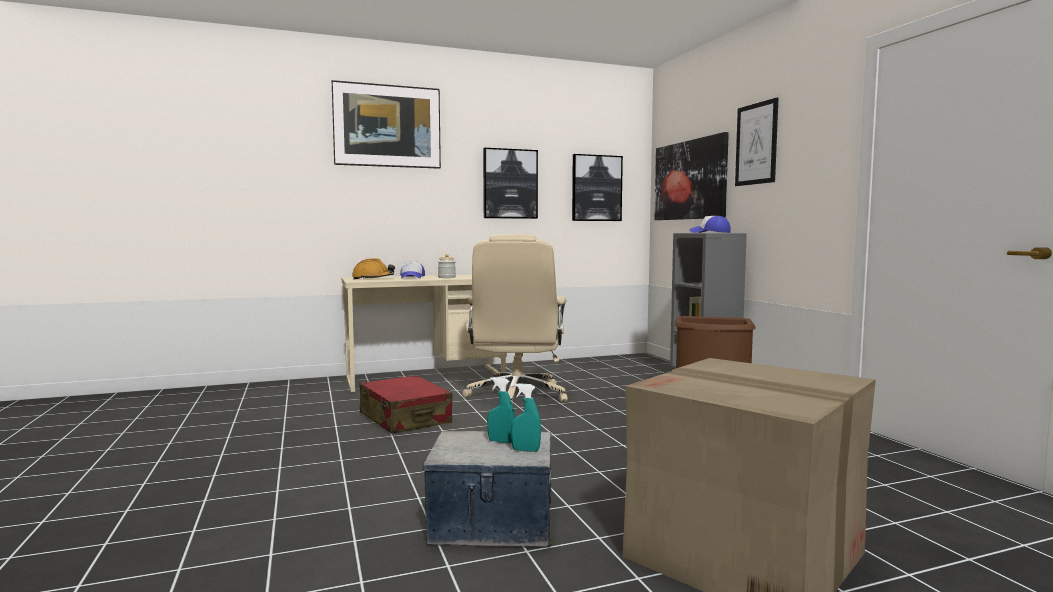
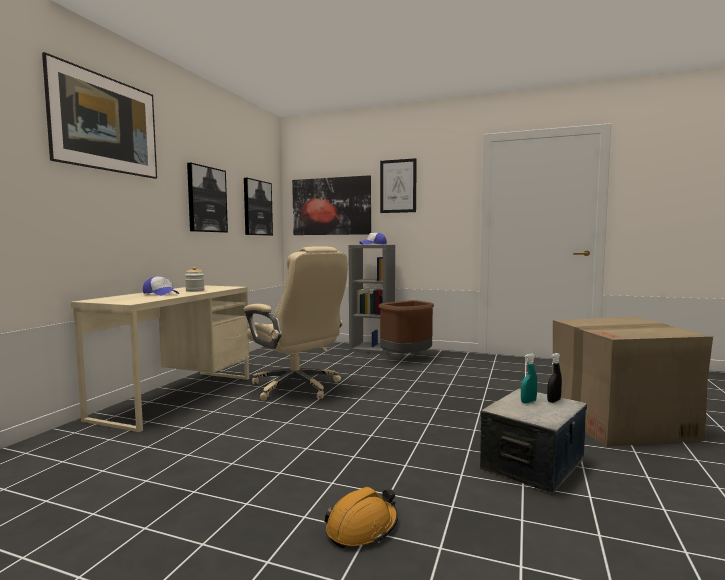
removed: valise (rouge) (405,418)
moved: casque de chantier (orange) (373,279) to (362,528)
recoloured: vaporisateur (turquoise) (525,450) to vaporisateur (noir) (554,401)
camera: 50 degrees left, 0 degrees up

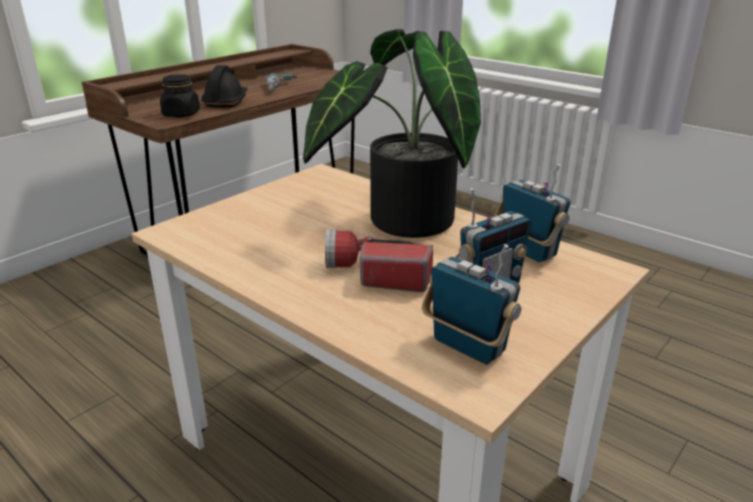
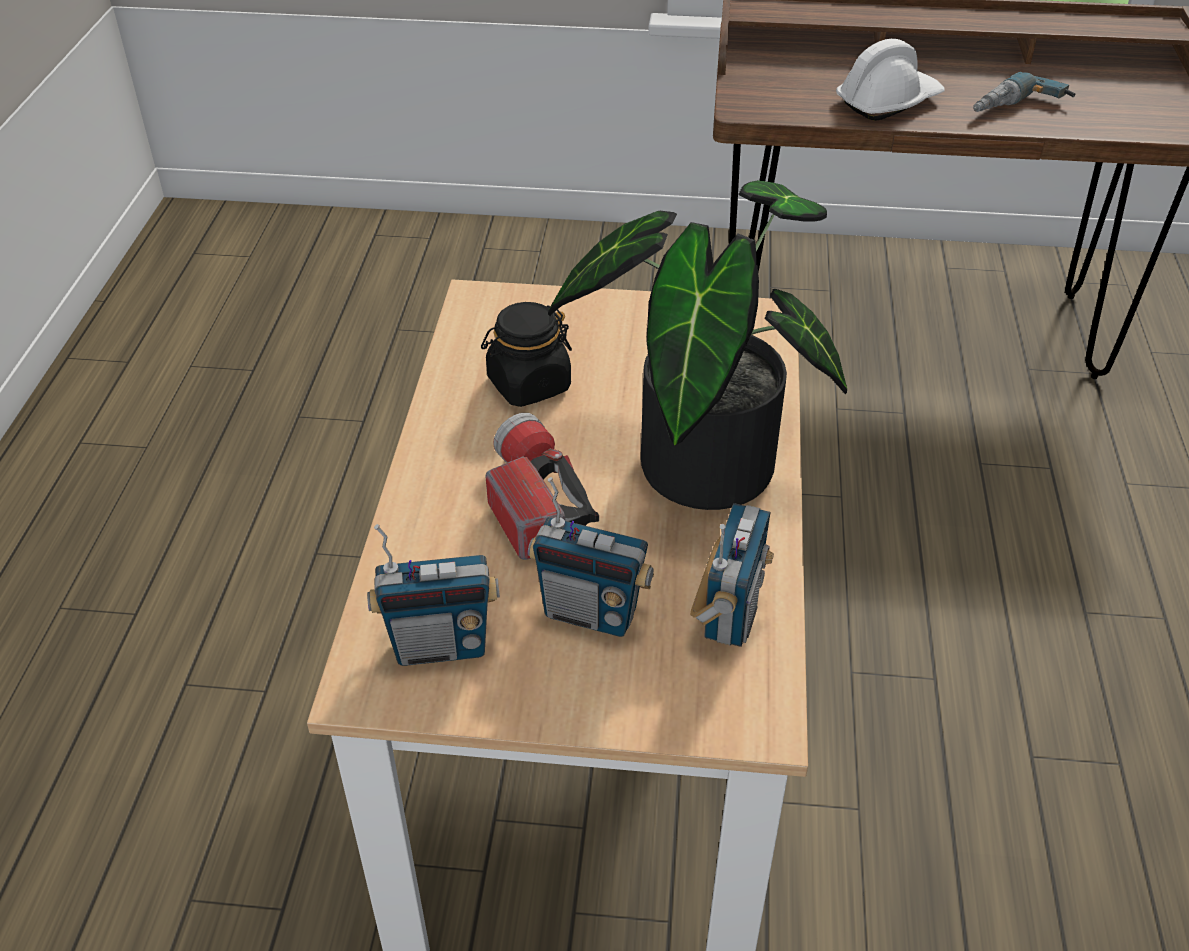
moved: bocal (noir) (181,114) to (528,385)
recoloured: casque de chantier (noir) (226,101) to casque de chantier (blanc) (888,102)
turned: radio (467,347) = (440,646) 75 degrees clockwise
camera: 55 degrees right, 15 degrees up

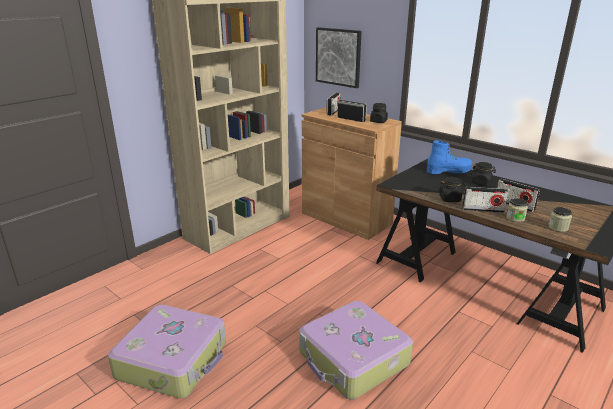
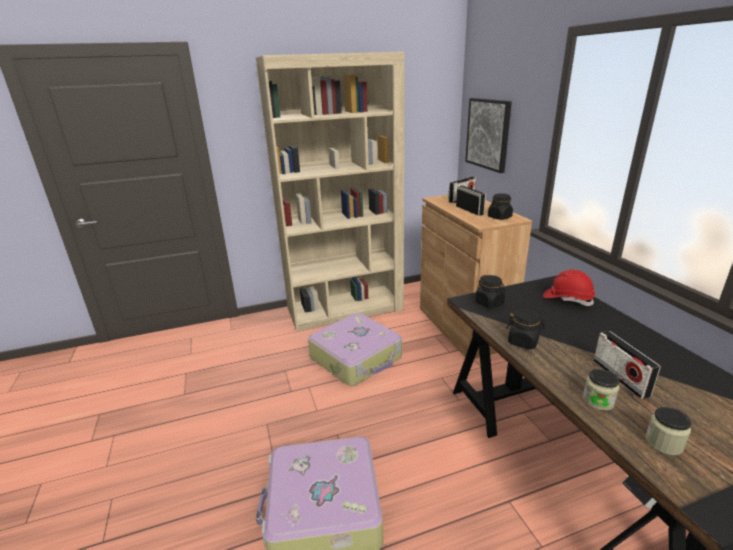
removed: radio (483,210)
moved: valise (174,360) to (357,358); bocal (noir) (481,183) to (489,303)
replaced: botte (bleu) (448,171) to casque de chantier (rouge) (567,299)
camera: 30 degrees right, 0 degrees up

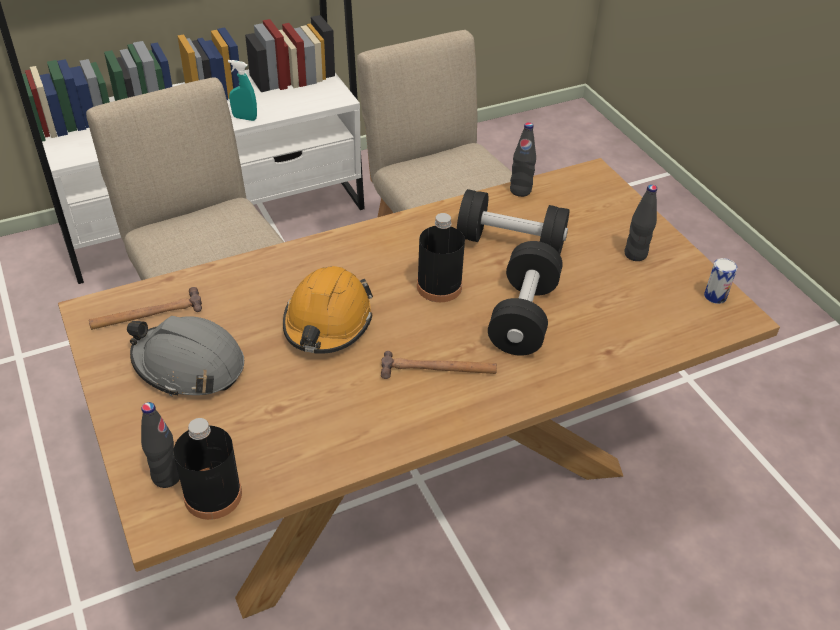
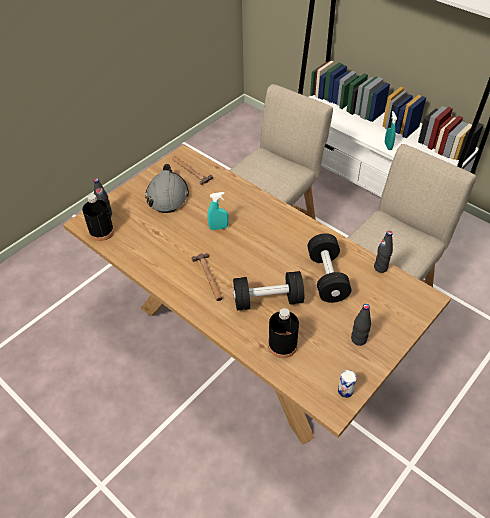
moved: bouteille (noir) (439,286) to (282,345)
replaced: casque de chantier (orange) (327,322) to vaporisateur (turquoise) (218,227)
camera: 70 degrees right, 5 degrees up

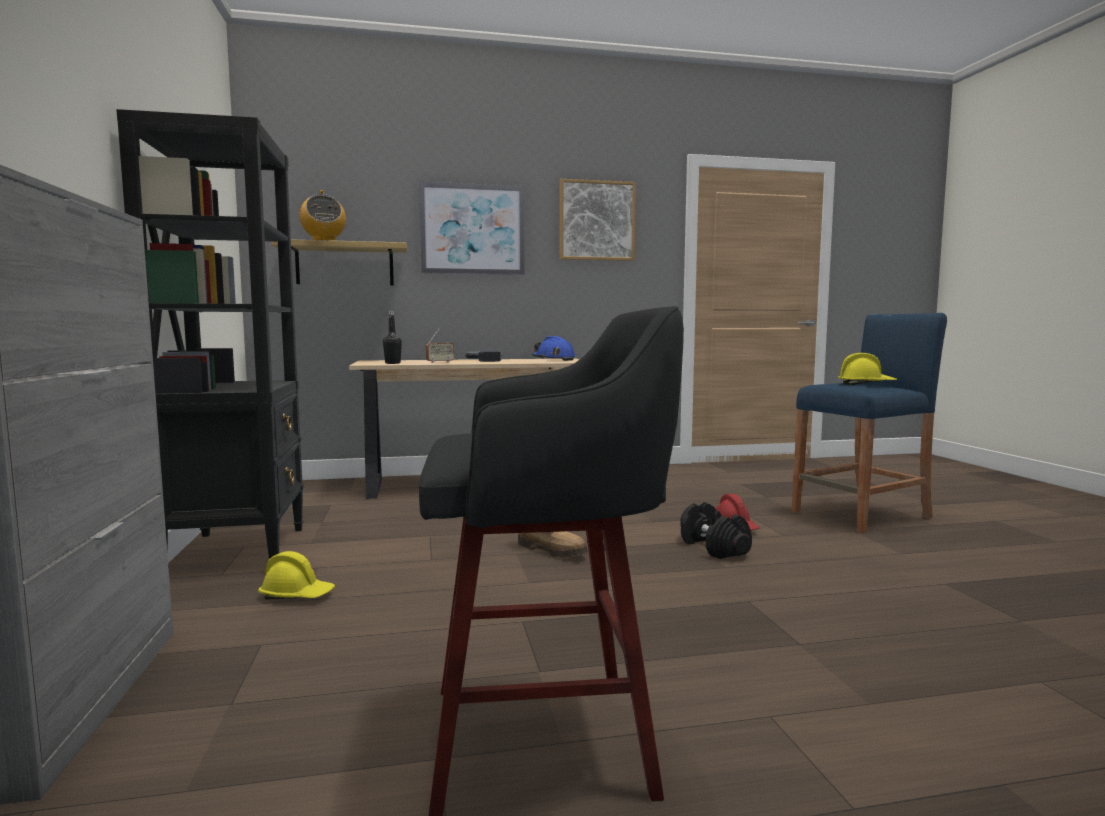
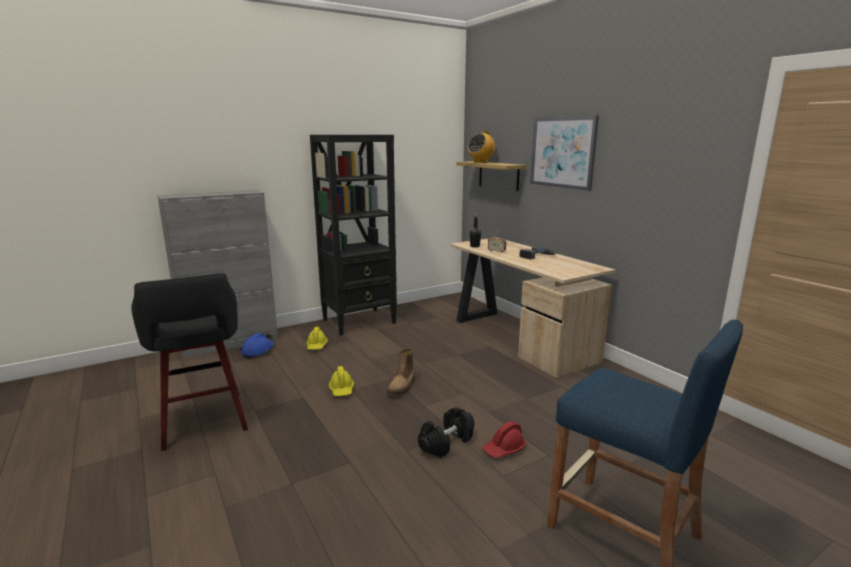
removed: tableau (596,221)
moved: casque de chantier (bleu) (553,359) to (258,351); casque de chantier (jaune) (866,384) to (342,390)
camera: 70 degrees right, 10 degrees up

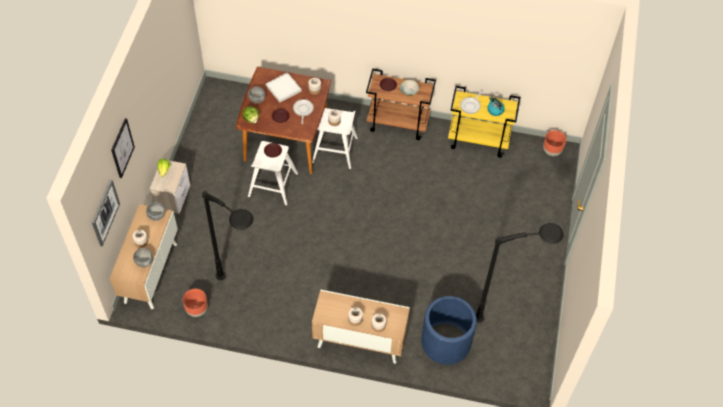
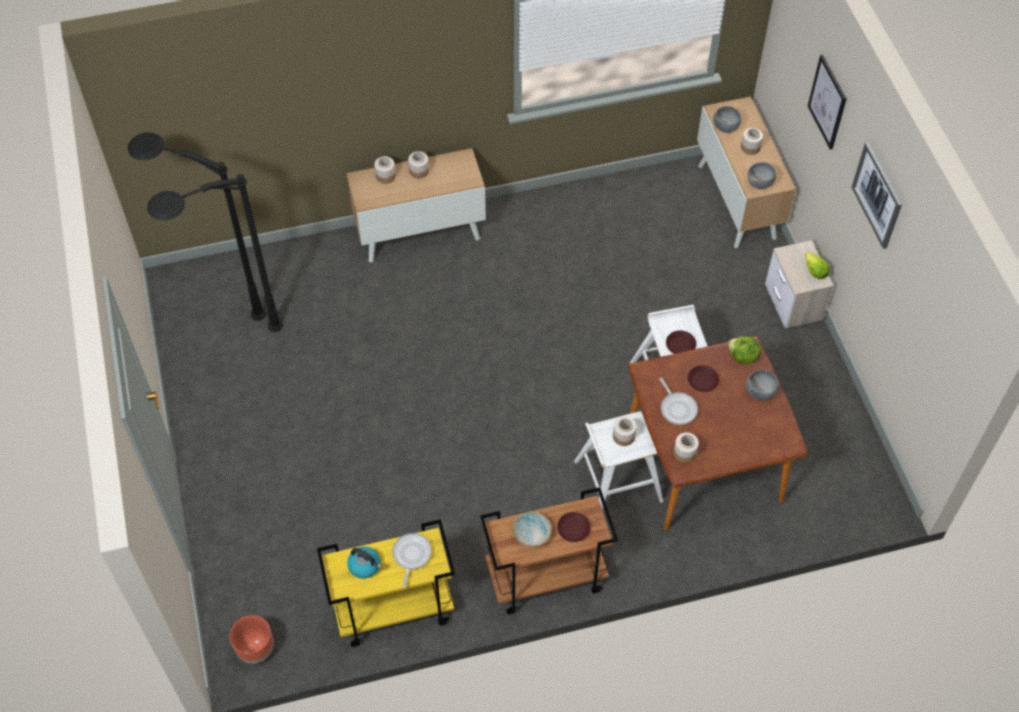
removed: cache-pot (marron) (196,310); plateau (blanc) (283,88); cache-pot (bleu) (445,342)
moved: tableau (105,212) to (877,195); lampadaire (noir) (243,295) to (212,304)
camera: 155 degrees right, 0 degrees up

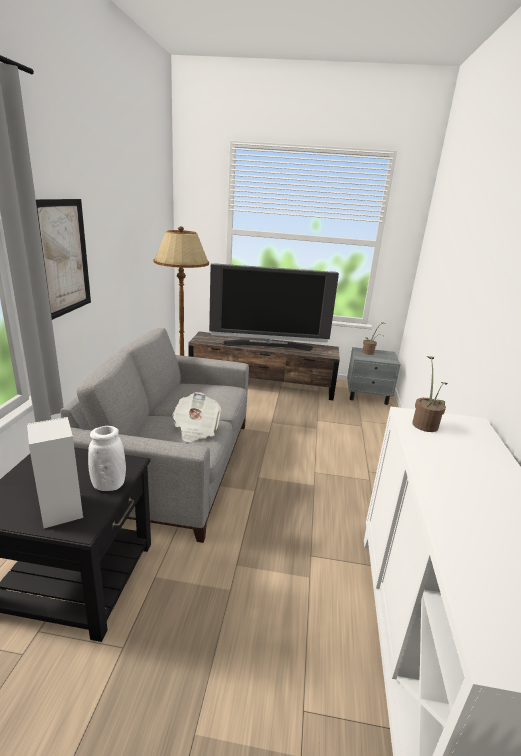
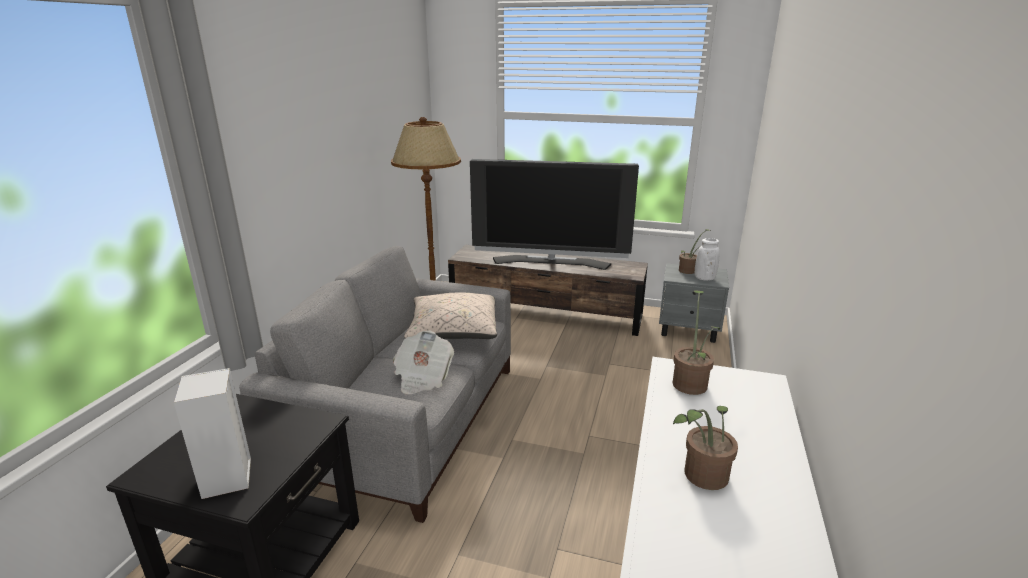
removed: tableau (63,257)
added: coussin (beige) (453,332); plante en pot (701,477)
moved: vase (blanc) (109,485) to (704,278)
camera: 10 degrees right, 0 degrees up

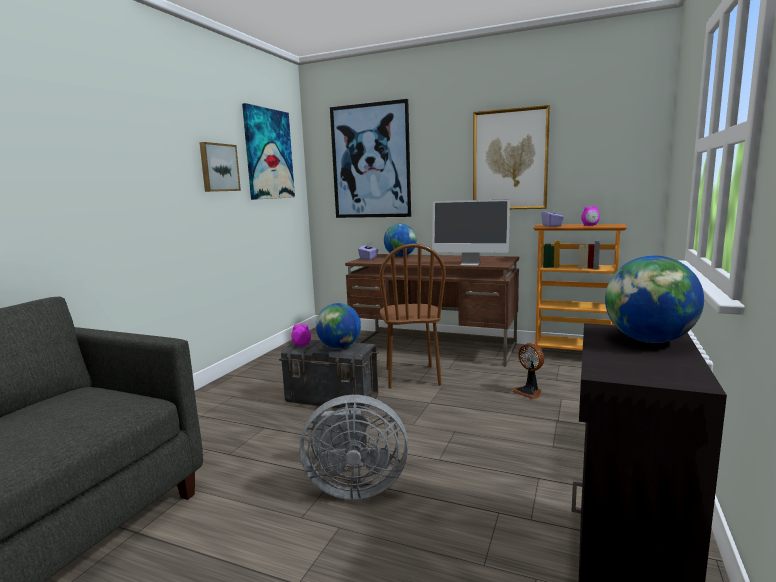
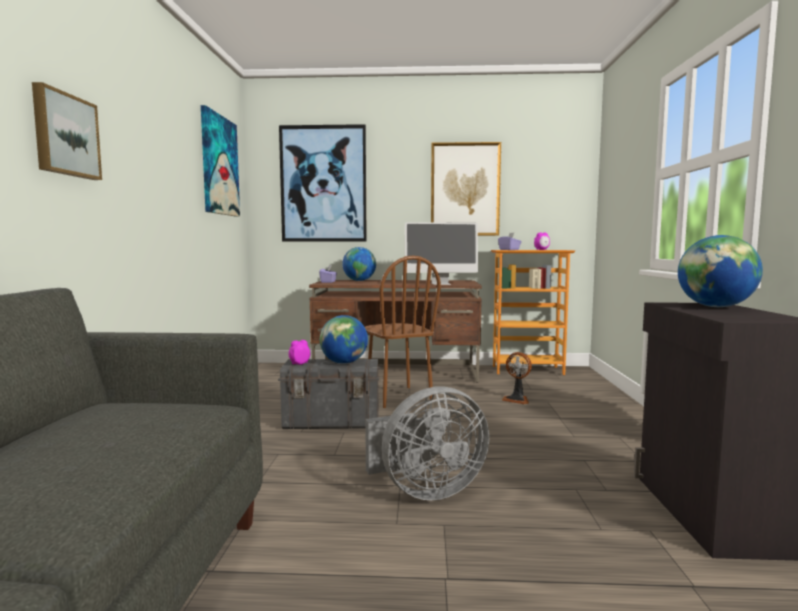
moved: tableau (218,167) to (65,135)
camera: 20 degrees left, 5 degrees down

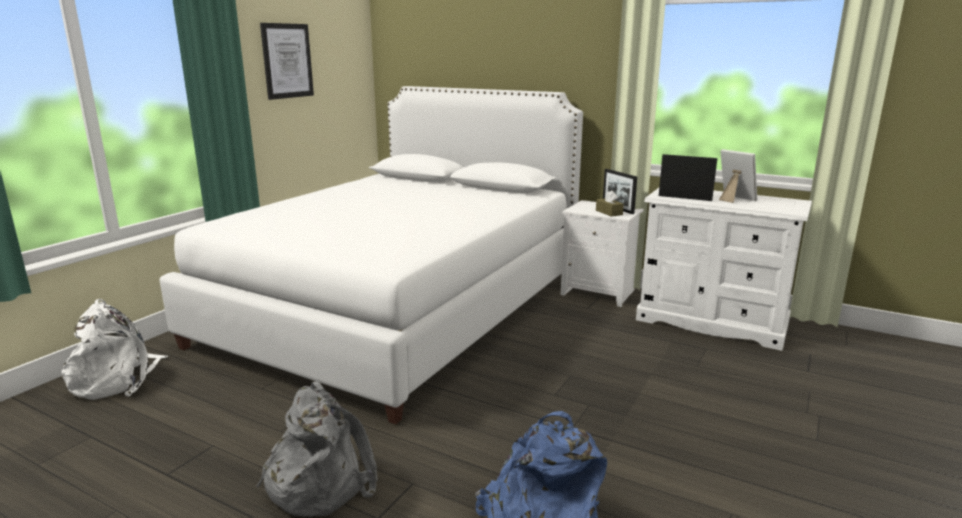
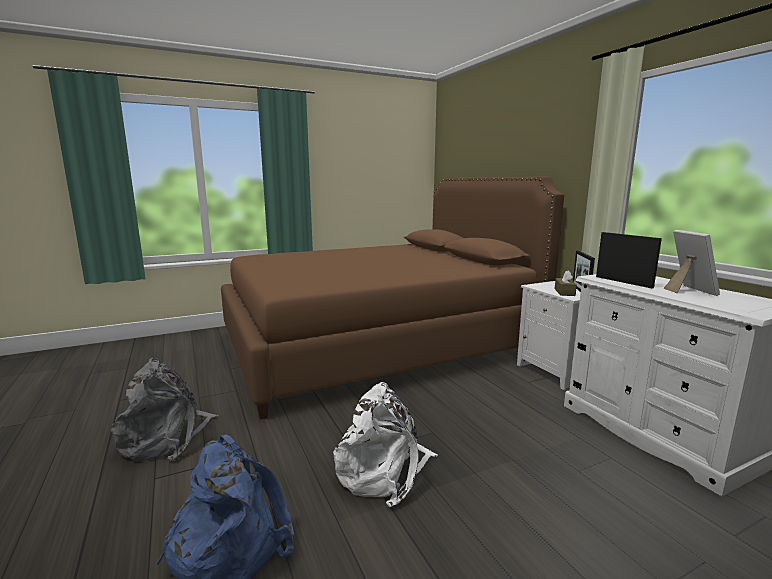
removed: tableau (287,61)
moved: sac à dos (blanc) (117,379) to (384,471)
recoloured: lit (blanc) (399,309) to lit (marron) (376,344)
camera: 35 degrees right, 5 degrees down

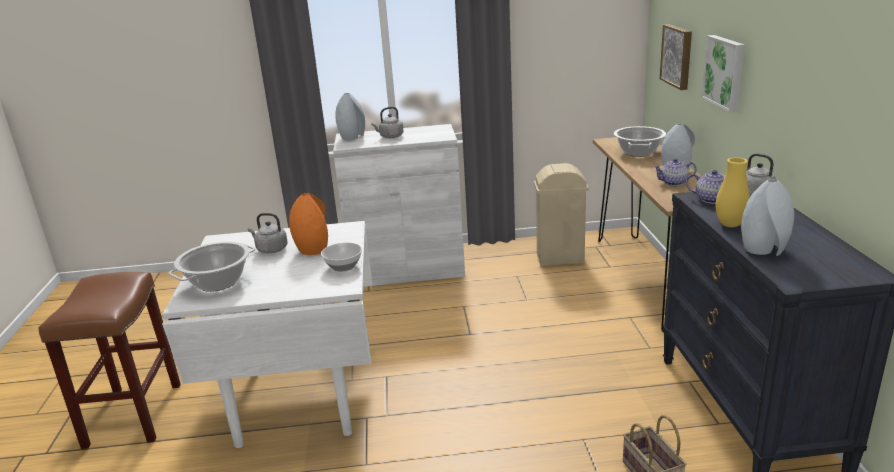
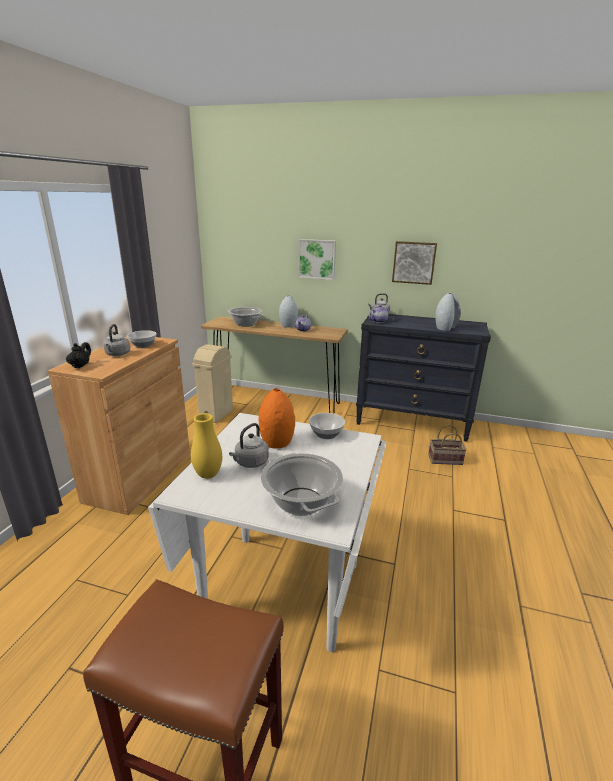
added: bol (143,345)
moved: tableau (678,56) to (414,262); vase (jaune) (730,225) to (208,475)
replaced: vase (gris) (352,137) to théière (noir) (80,366)
recoloured: meuble de rangement (blanc) (407,269) to meuble de rangement (marron) (139,476)
camera: 70 degrees left, 0 degrees up

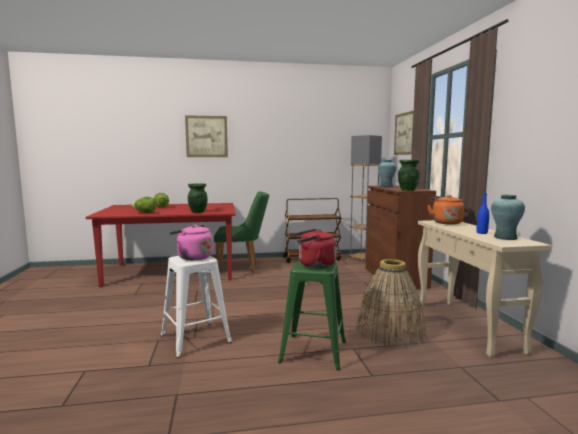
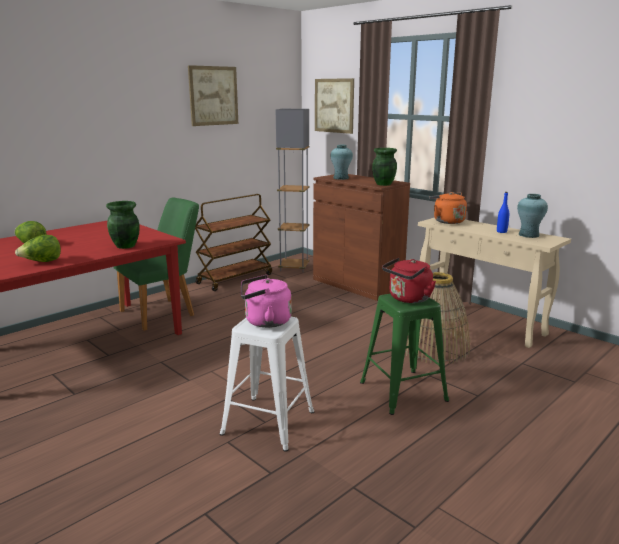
moved: tableau (206,136) to (213,96)
camera: 35 degrees left, 10 degrees up

